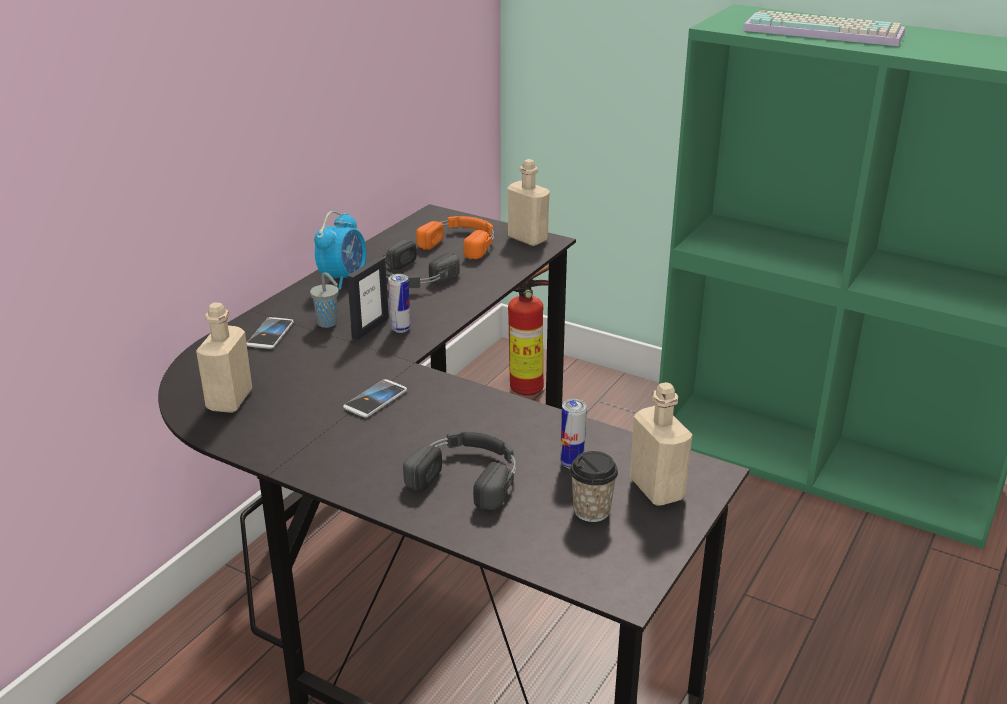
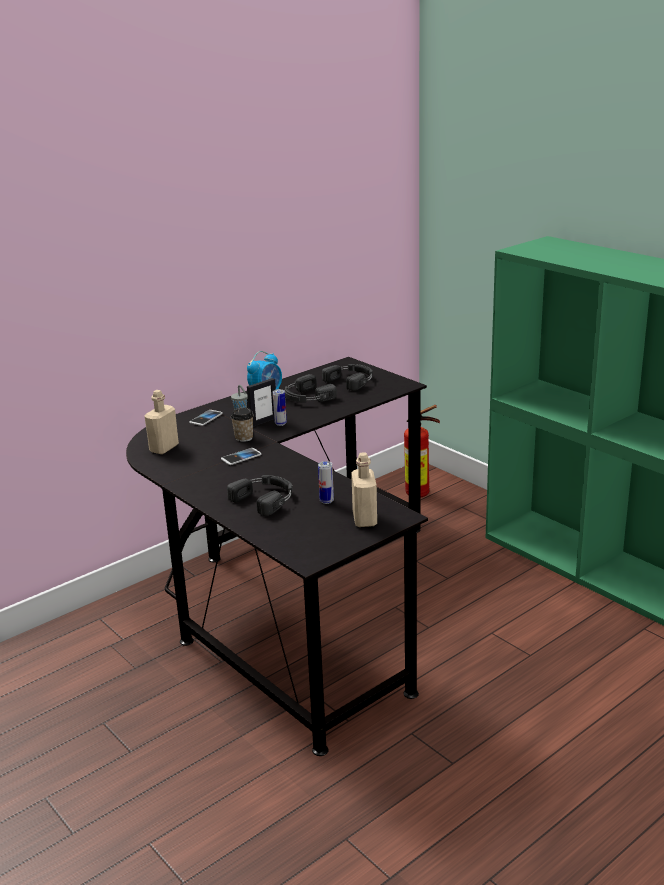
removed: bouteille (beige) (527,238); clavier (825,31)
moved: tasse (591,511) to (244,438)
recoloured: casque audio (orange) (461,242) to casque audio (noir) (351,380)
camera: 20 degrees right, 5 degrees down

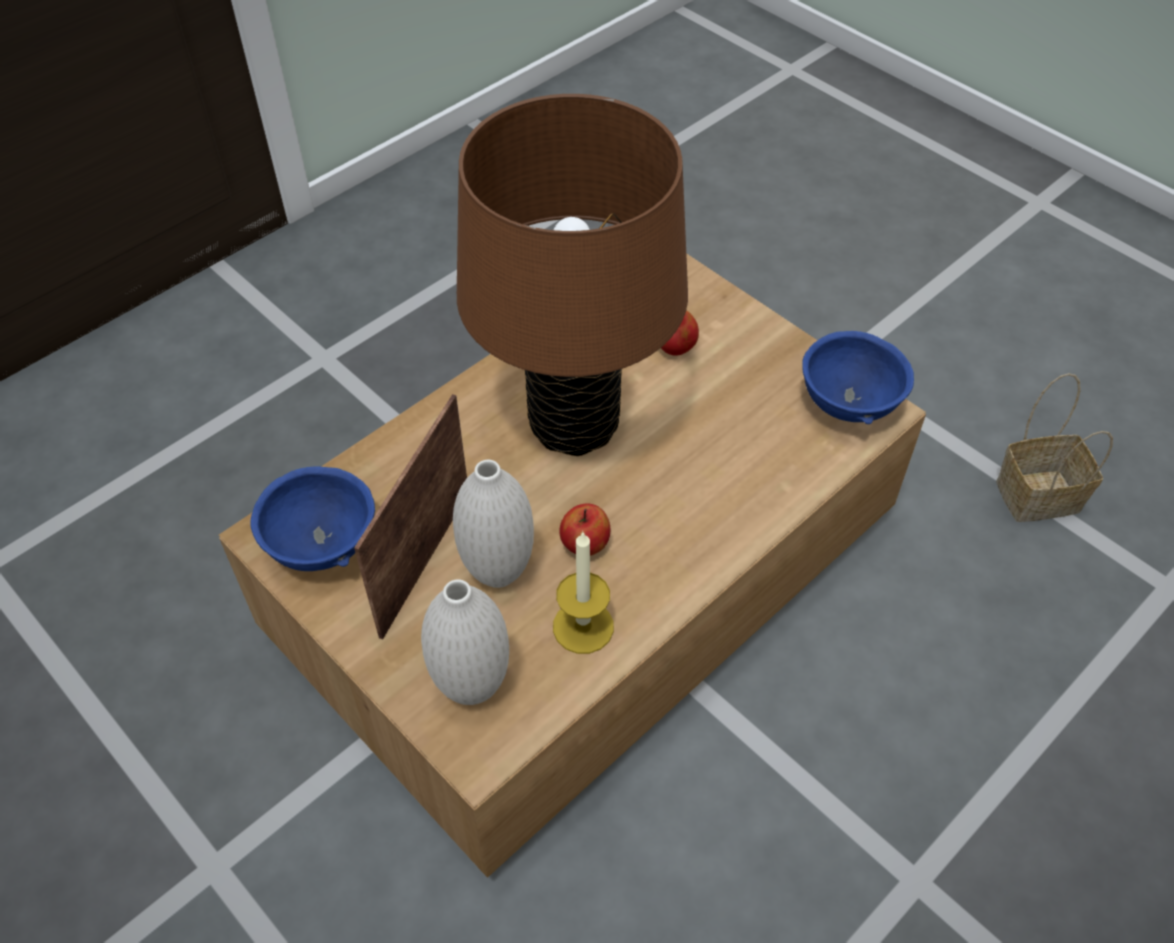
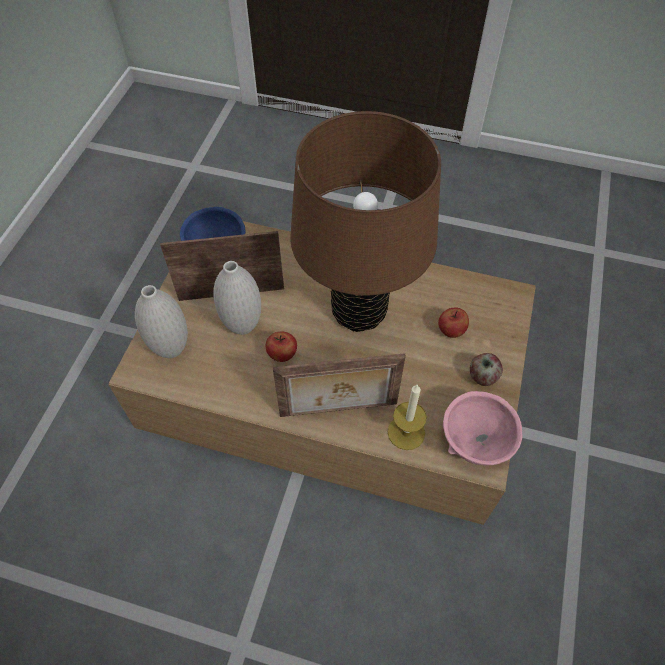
removed: panier (1039,494)
added: cadre photo (338,411); pomme (482,377)
moved: bougie (583,626) to (406,432)
recoloured: bol (bleu) (850,404) to bol (rose) (477,442)
camera: 60 degrees right, 5 degrees up

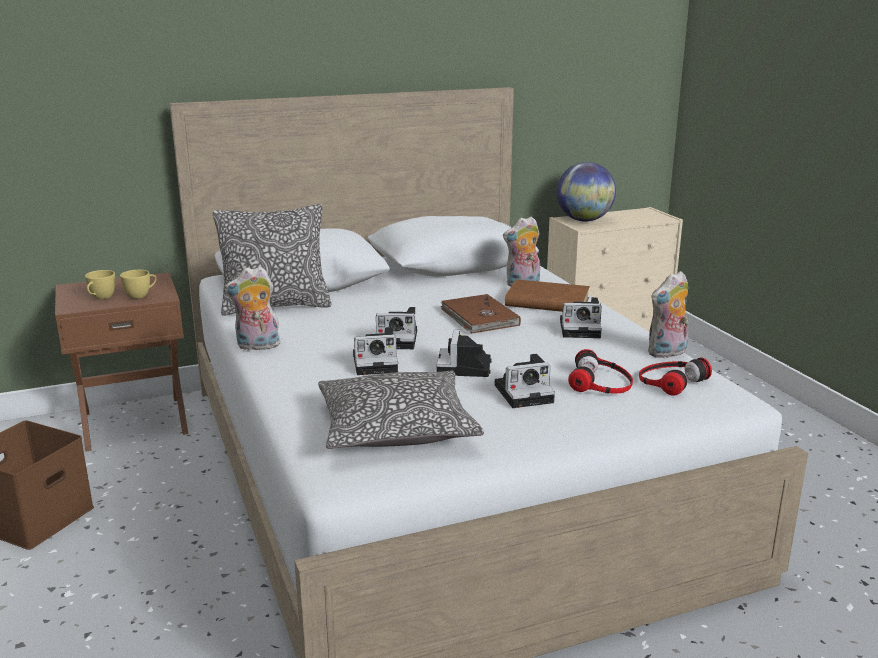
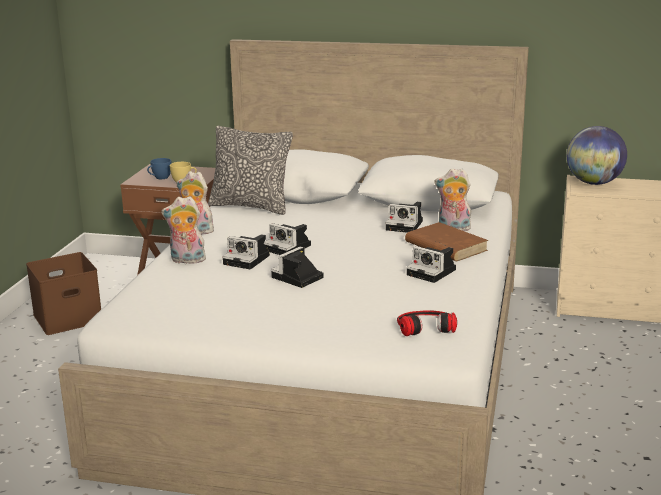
removed: coussin (396,428); livre (marron) (478,318); casque audio (601,382)
moved: appareil photo (525,393) to (406,225); peluche (667,353) to (186,260)
recoloured: tasse (jaune) (101,297) to tasse (bleu) (159,178)
camera: 35 degrees right, 0 degrees up

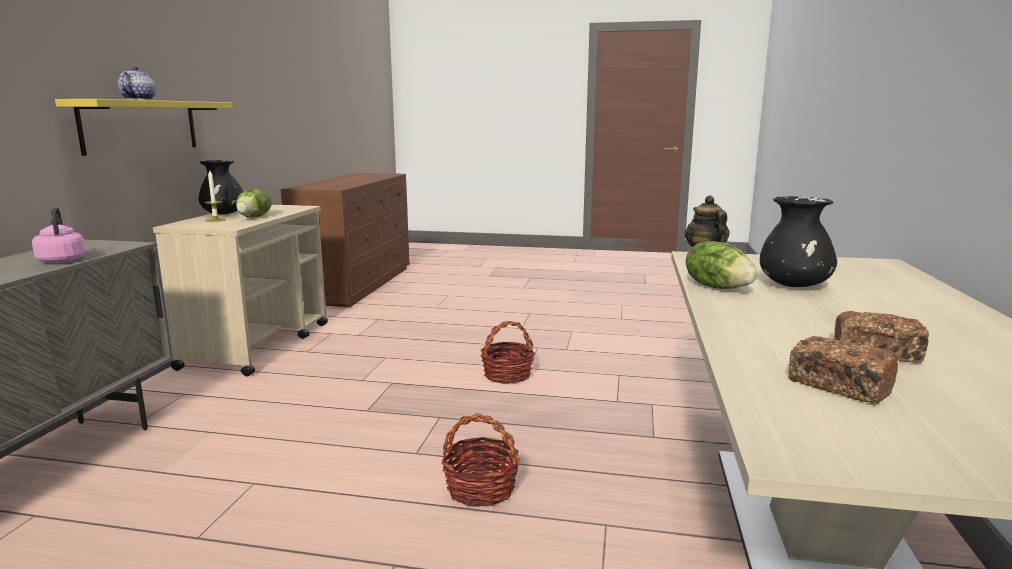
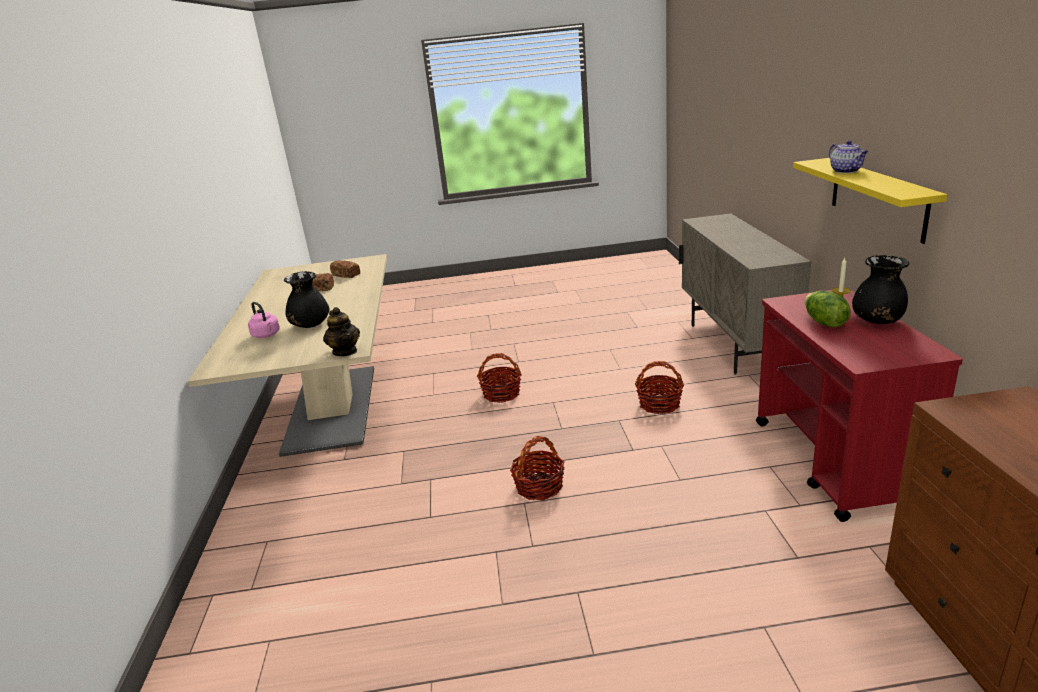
removed: laitue (718,287)
added: panier (659,404)
moved: bouilloire (rose) (62,260) to (267,335)
recoloured: chariot (beige) (258,345) to chariot (rouge) (835,462)
camera: 165 degrees right, 10 degrees up

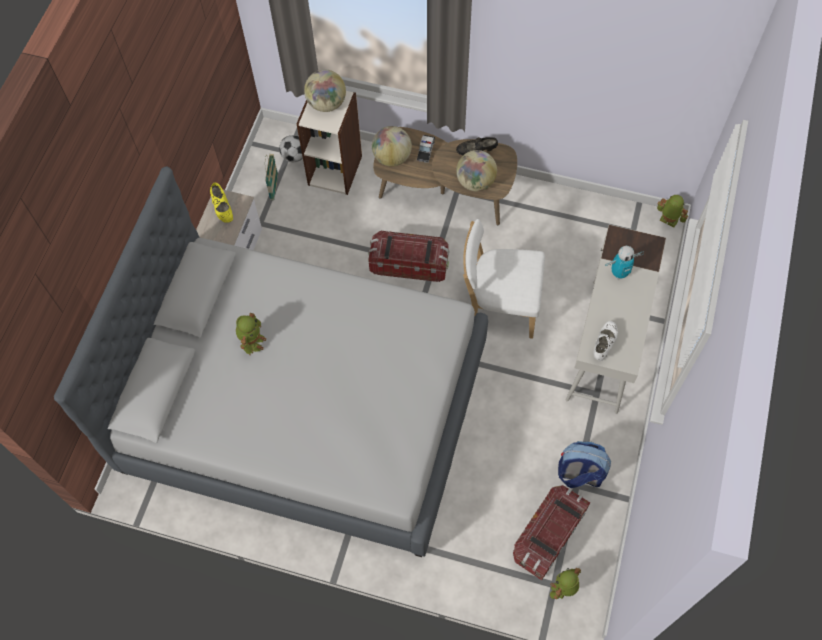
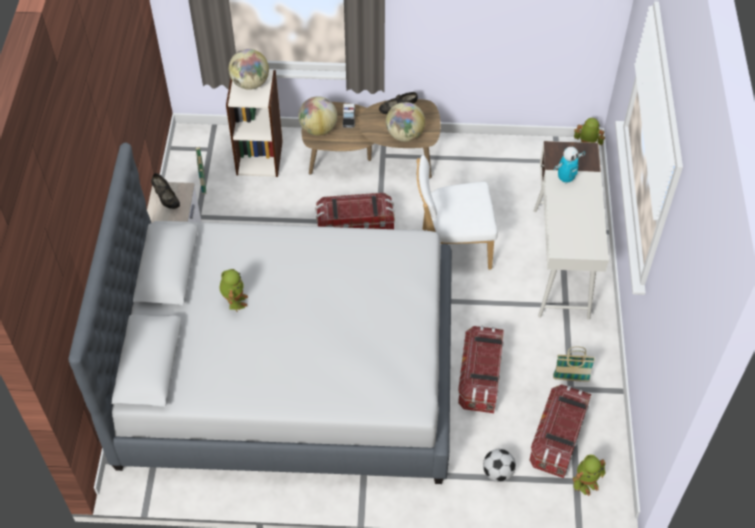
removed: chaussure (blanc) (603,345)
added: boîte de rangement (480,378)
moved: ballon de foot (294,156) to (498,472)
replaced: sac à dos (579,474) to panier (570,378)
recoloured: chaussure (jaune) (222,209) to chaussure (noir) (166,198)
turned: robot jouet (563,588) = (586,482) 150 degrees counterclockwise
camera: 15 degrees left, 10 degrees down

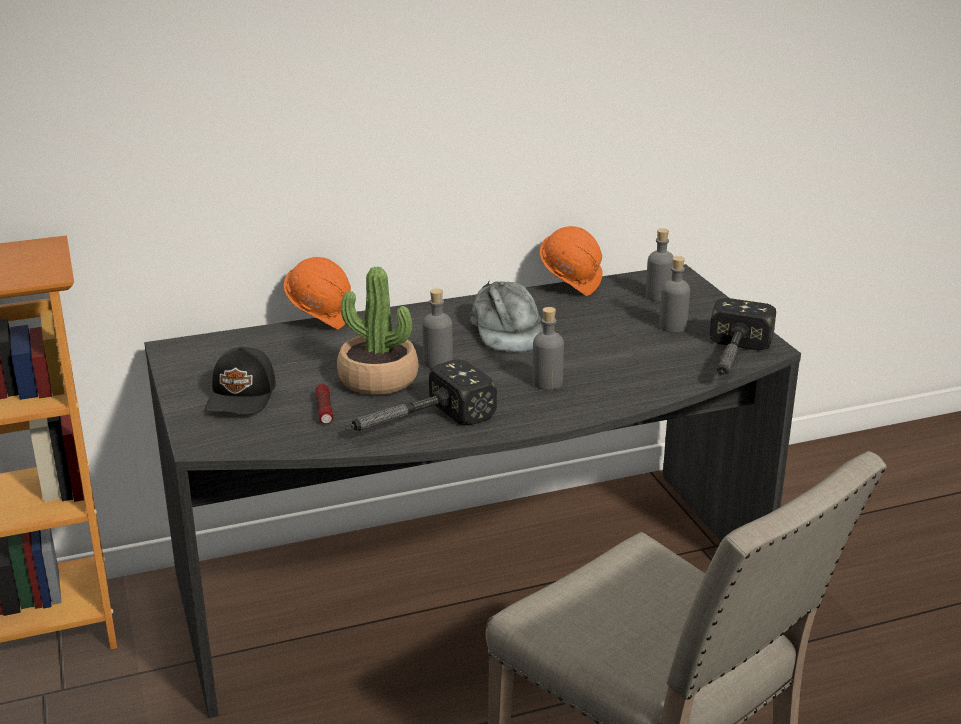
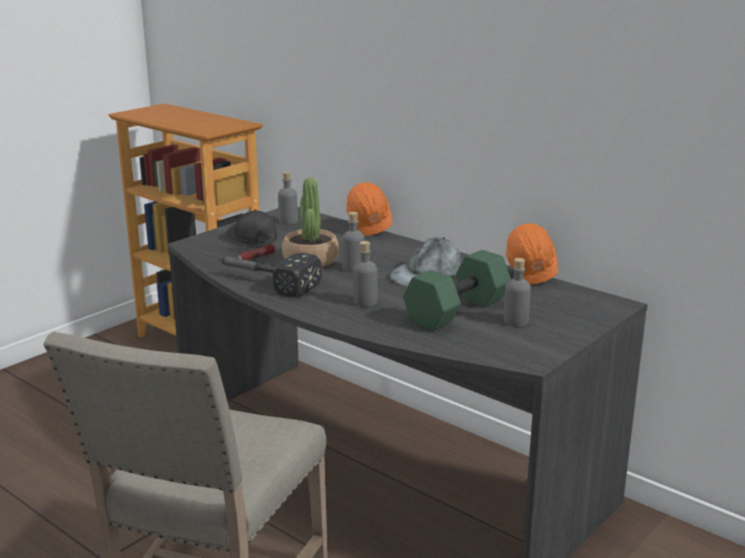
removed: marteau (732,361)
added: haltère (vert) (458,311)
moved: bouteille (gris) (658,296) to (288,221)
turned: casquette (noir) (242,397) = (251,237) 75 degrees clockwise
camera: 60 degrees right, 5 degrees down

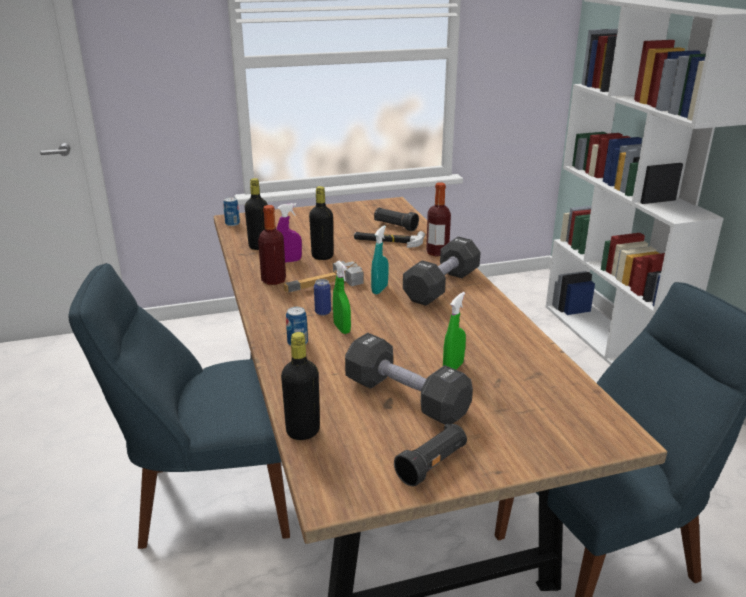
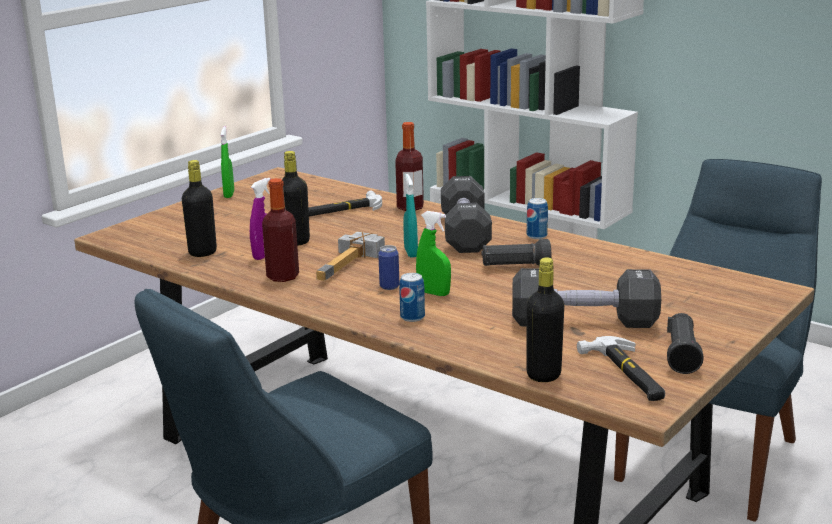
added: marteau (626,374)
moved: boîte métallique (232,224) to (536,236); lampe de poche (noir) (395,226) to (515,267); vaporisateur (vert) (453,367) to (229,194)
camera: 35 degrees left, 5 degrees down

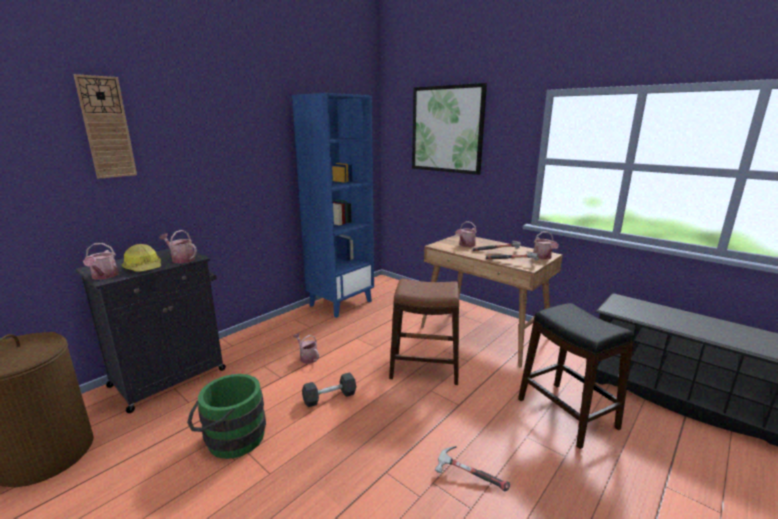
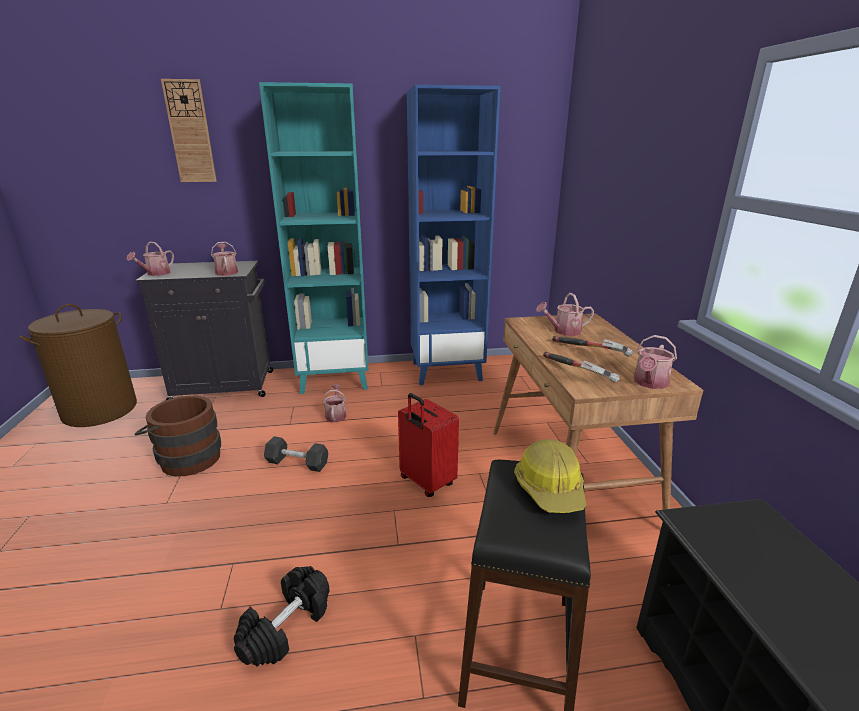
removed: tableau (447,129)
added: bibliothèque (turquoise) (335,379)
moved: casque de chantier (144,268) to (550,488)
replaced: tabouret (marron) (425,368) to valise (rouge) (426,482); marteau (469,477) to haltère (noir) (287,628)
recoloured: seau (vert) (230,439) to seau (marron) (186,458)
camera: 40 degrees right, 5 degrees up

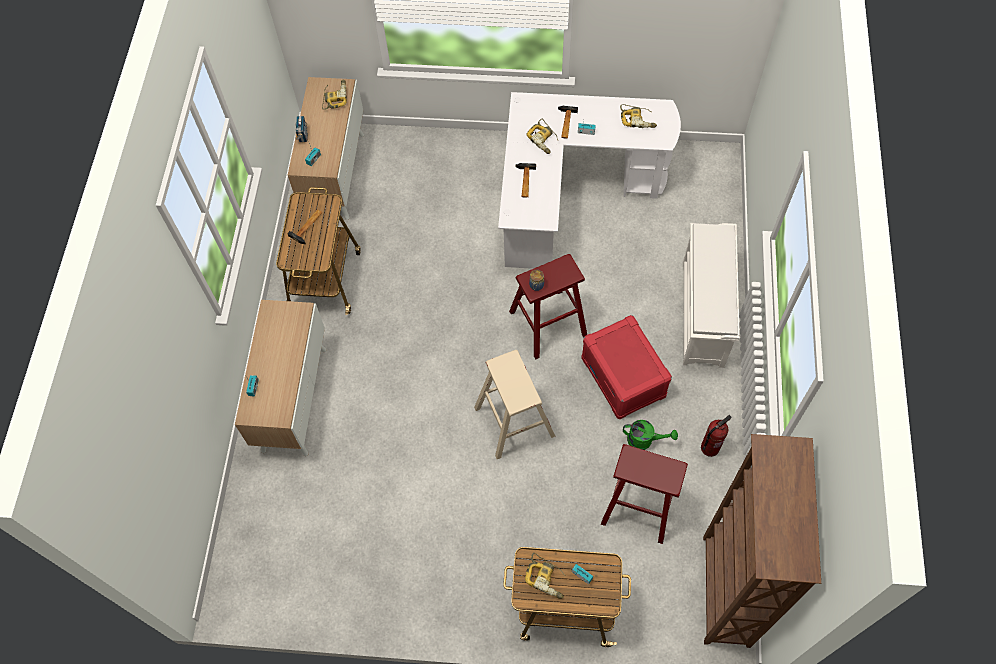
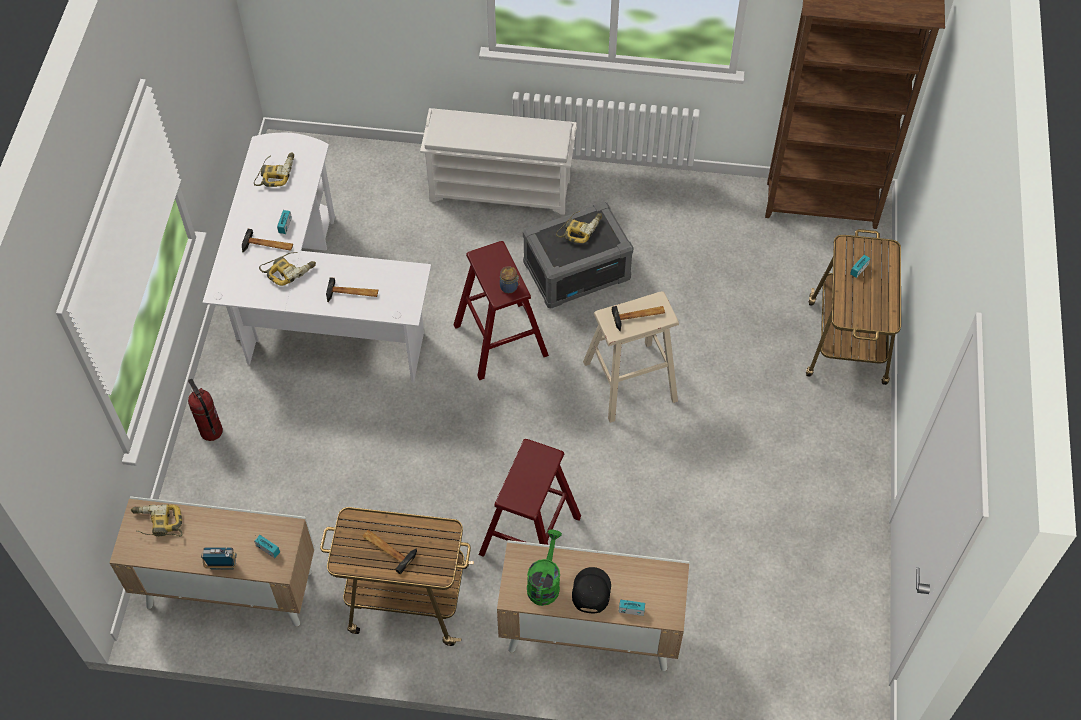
added: casquette (noir) (590,591); marteau (639,316)
moved: perceuse (547,578) to (580,228); tabouret (rouge) (639,503) to (530,535); arrosoir (vert) (644,440) to (544,582); extincteur (709,447) to (211,431)
recoloured: boîte de rangement (rouge) (624,377) to boîte de rangement (gris) (577,270)
camera: 90 degrees left, 5 degrees down

